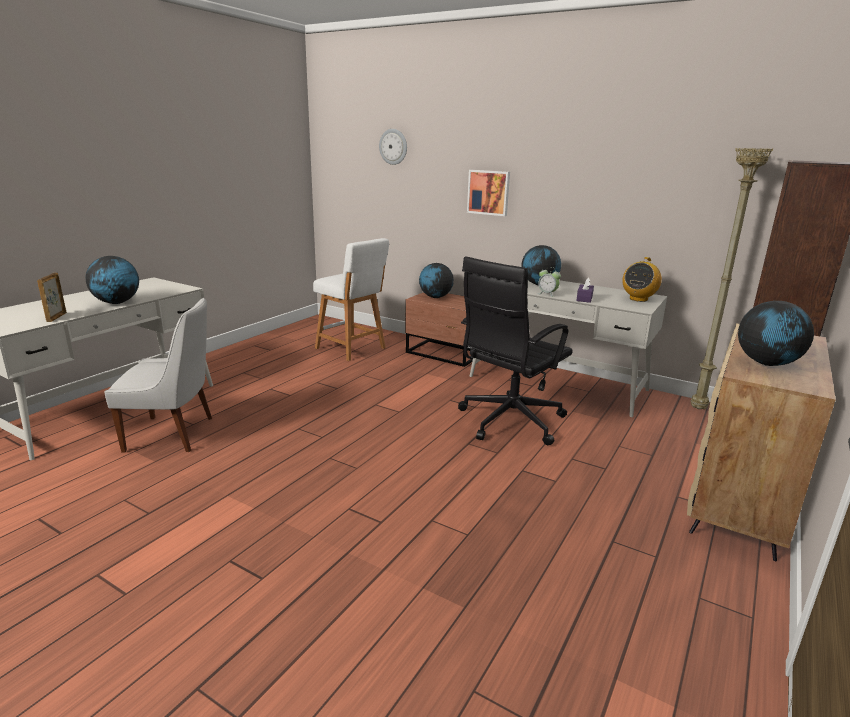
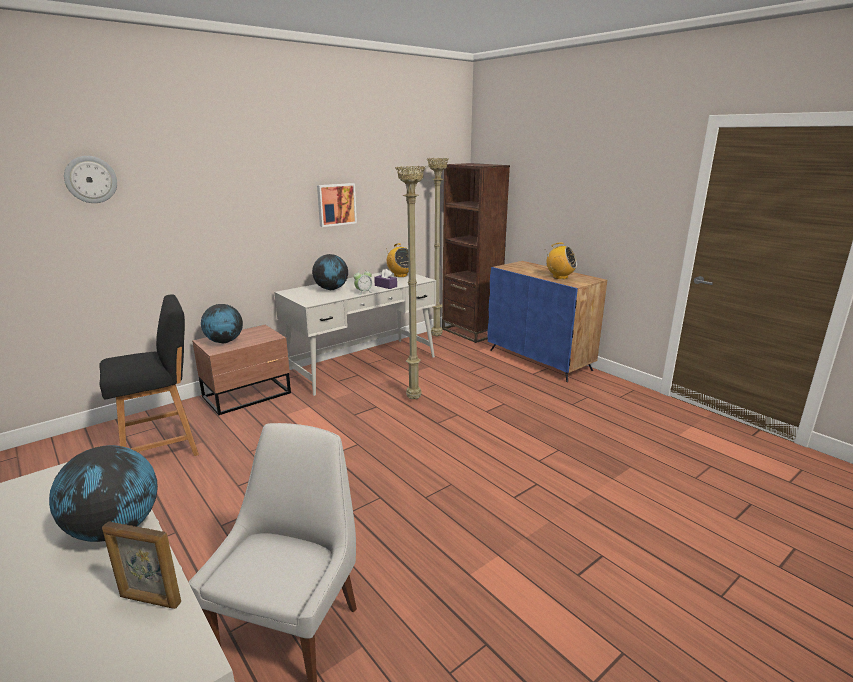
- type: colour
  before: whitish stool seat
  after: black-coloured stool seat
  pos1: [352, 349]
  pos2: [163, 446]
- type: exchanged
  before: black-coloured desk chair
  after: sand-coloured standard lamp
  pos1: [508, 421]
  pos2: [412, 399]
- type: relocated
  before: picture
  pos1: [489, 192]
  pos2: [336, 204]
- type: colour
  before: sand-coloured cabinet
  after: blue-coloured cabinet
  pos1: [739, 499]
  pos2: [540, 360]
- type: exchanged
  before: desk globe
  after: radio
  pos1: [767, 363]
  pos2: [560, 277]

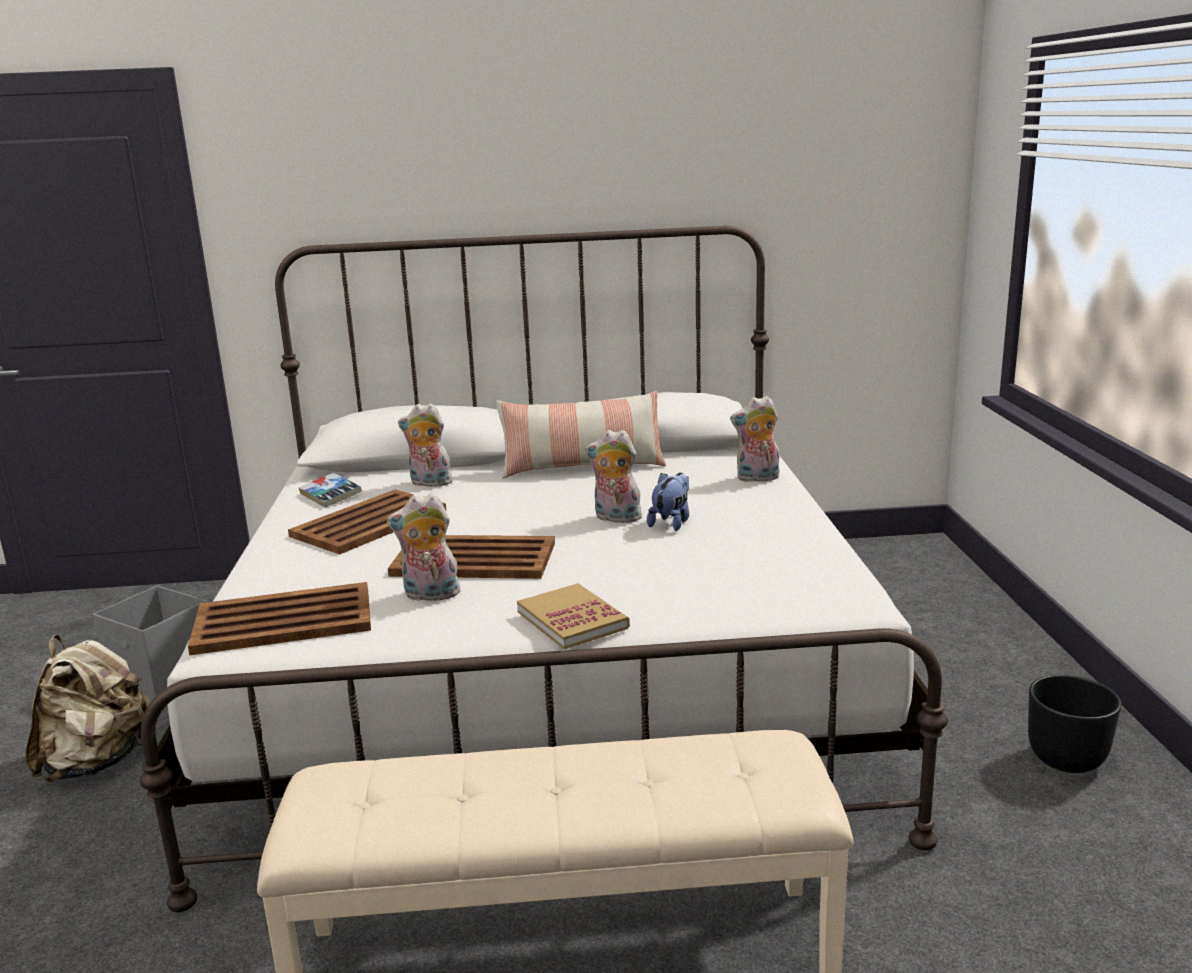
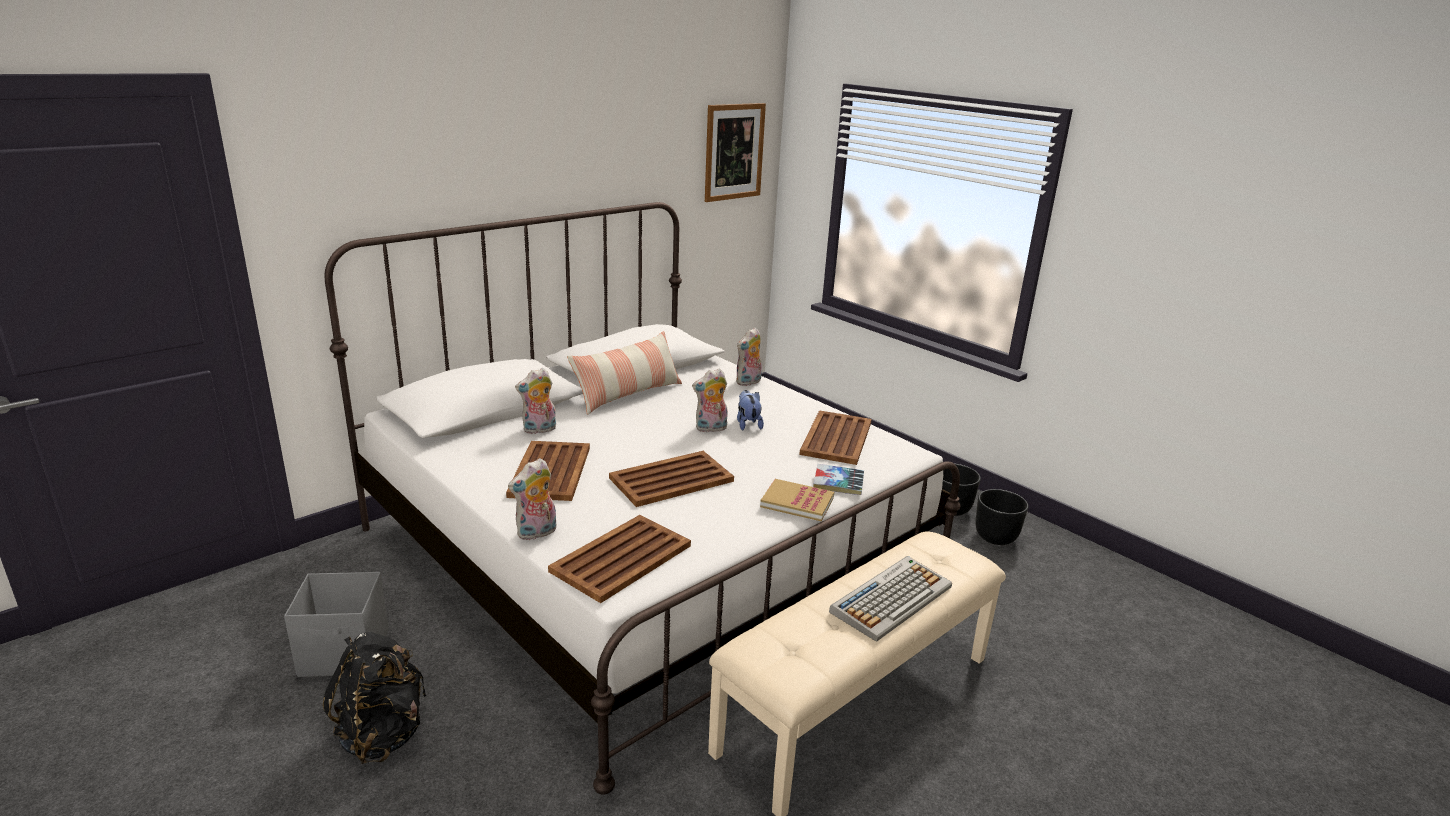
- type: colour
  before: sand-coloured backpack
  after: black-coloured backpack
  pos1: [98, 762]
  pos2: [383, 734]
- type: relocated
  before: bound book
  pos1: [330, 496]
  pos2: [838, 484]
- type: relocated
  before: cuddly toy
  pos1: [430, 596]
  pos2: [537, 533]
- type: appeared
  after: picture
  pos2: [734, 152]
- type: appeared
  after: brownish serving tray
  pos2: [836, 439]
- type: appeared
  after: keyboard
  pos2: [891, 598]
- type: appeared
  after: black-coloured flower pot
  pos2: [996, 538]

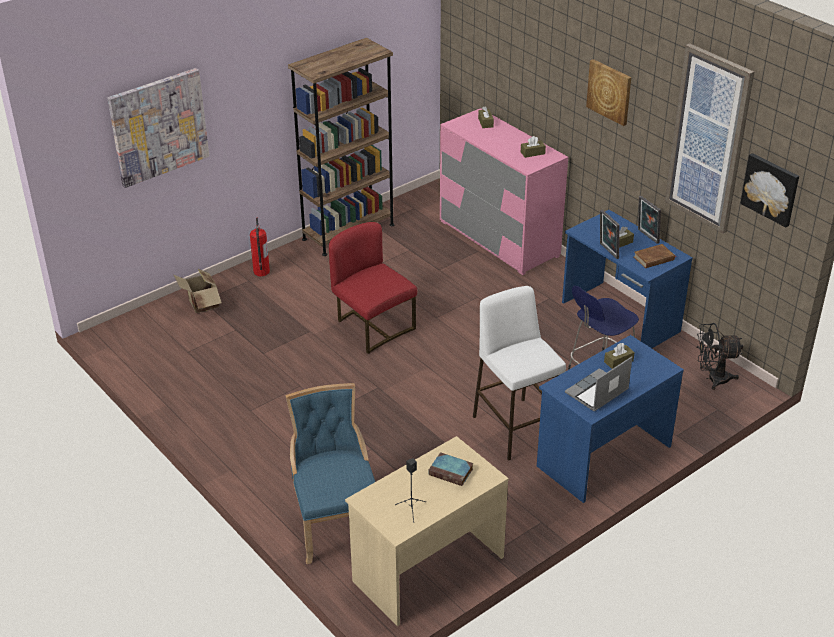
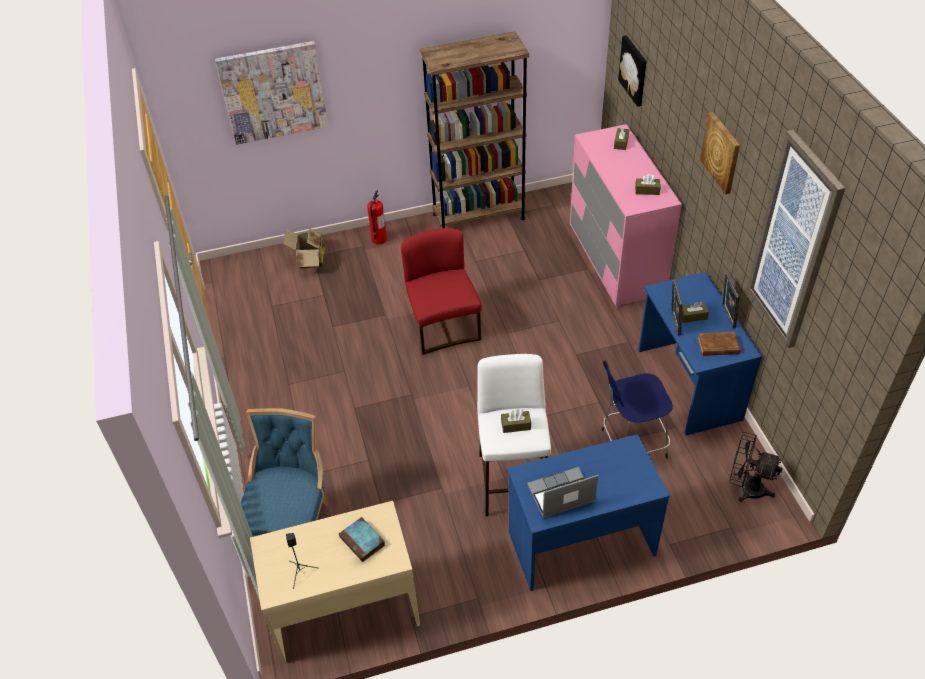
- type: relocated
  before: brownish tissue holder
  pos1: [618, 361]
  pos2: [516, 425]
- type: relocated
  before: picture
  pos1: [771, 189]
  pos2: [634, 70]

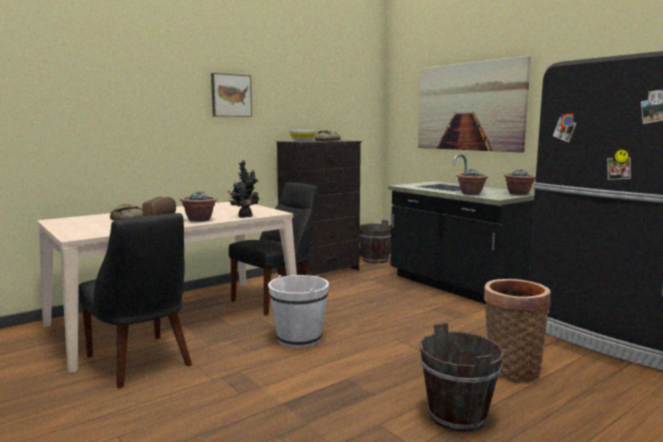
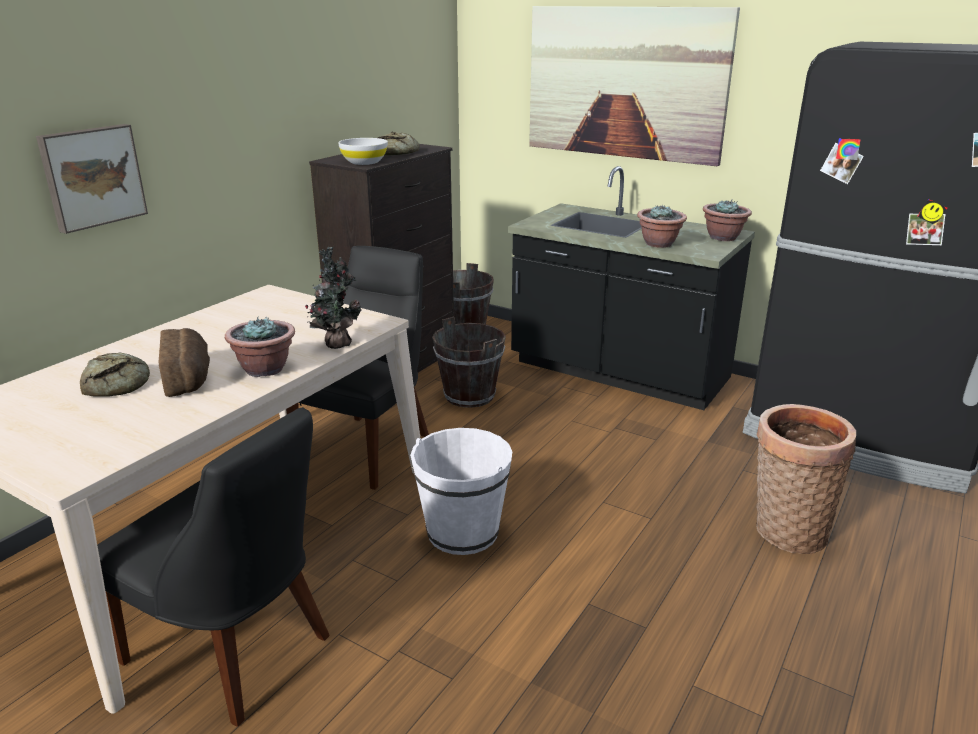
- type: relocated
  before: picture
  pos1: [230, 95]
  pos2: [92, 176]
- type: relocated
  before: brownish bucket
  pos1: [457, 416]
  pos2: [470, 395]

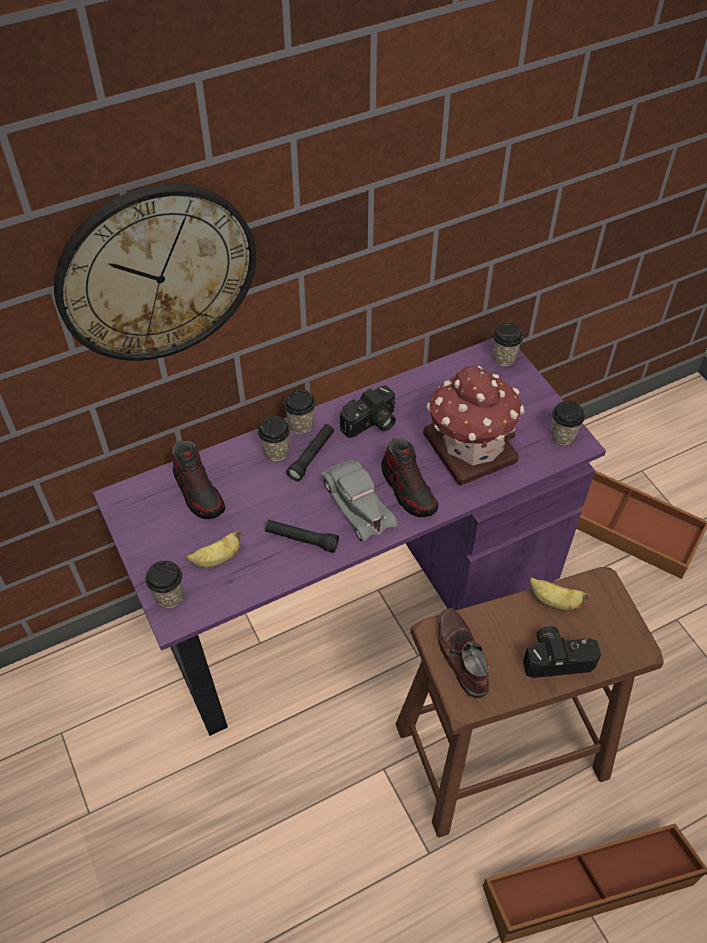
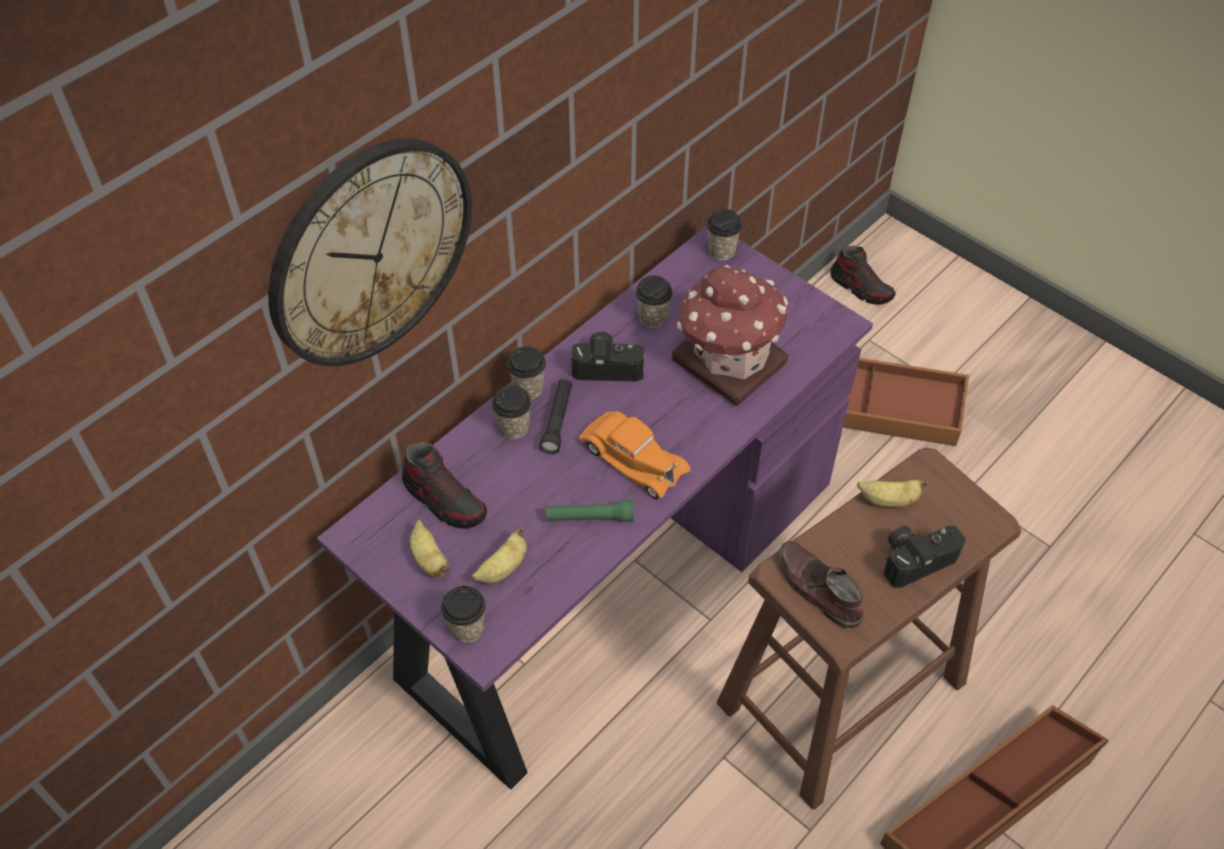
- type: colour
  before: black-coloured hand torch
  after: greenish hand torch
  pos1: [301, 539]
  pos2: [589, 517]
- type: colour
  before: greyish model car
  after: orangey model car
  pos1: [357, 503]
  pos2: [633, 458]
- type: spun
  before: photo camera
  pos1: [371, 424]
  pos2: [608, 365]
  turn: -120
- type: relocated
  before: item of footwear
  pos1: [408, 489]
  pos2: [861, 287]
- type: relocated
  before: small cup
  pos1: [562, 436]
  pos2: [653, 318]
- type: appeared
  after: banana
  pos2: [429, 559]

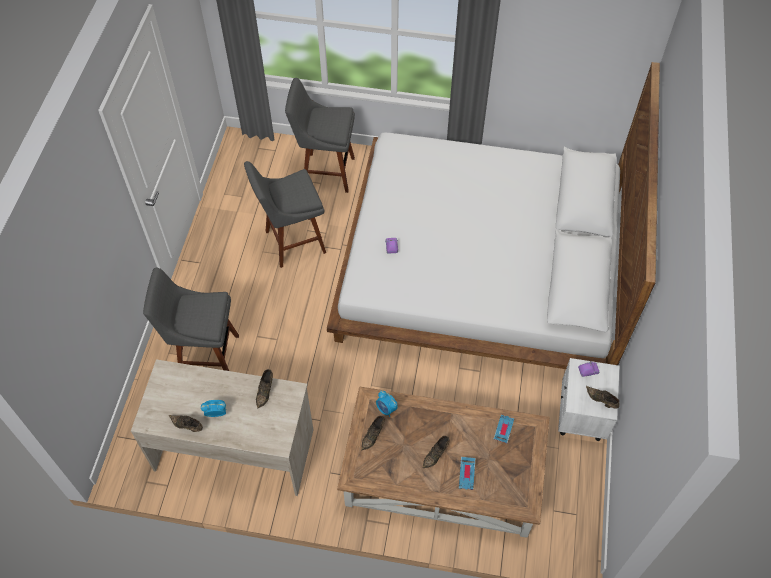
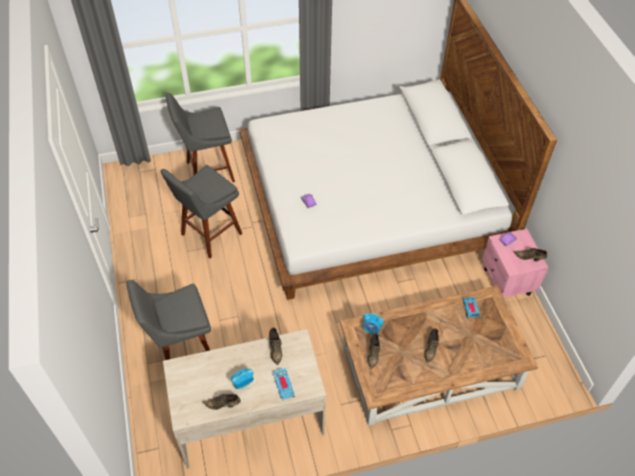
- type: relocated
  before: model car
  pos1: [466, 474]
  pos2: [283, 385]
- type: colour
  before: whitish bedside table
  after: pinkish bedside table
  pos1: [581, 415]
  pos2: [507, 282]

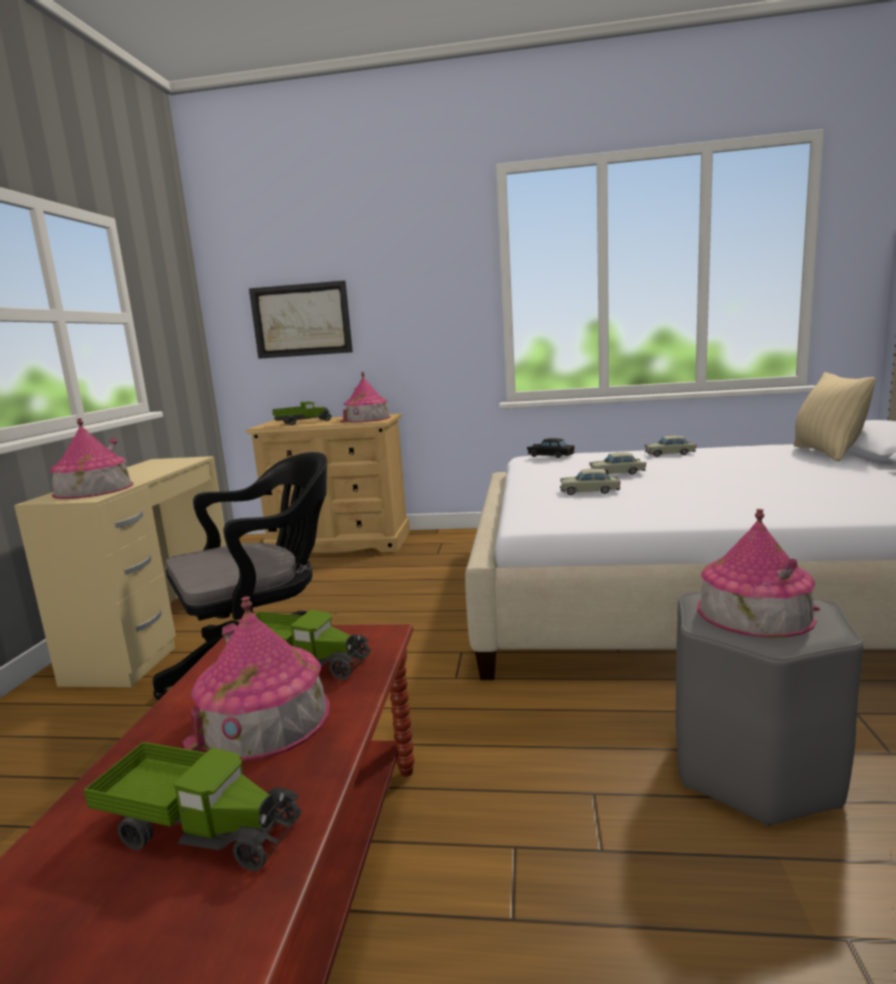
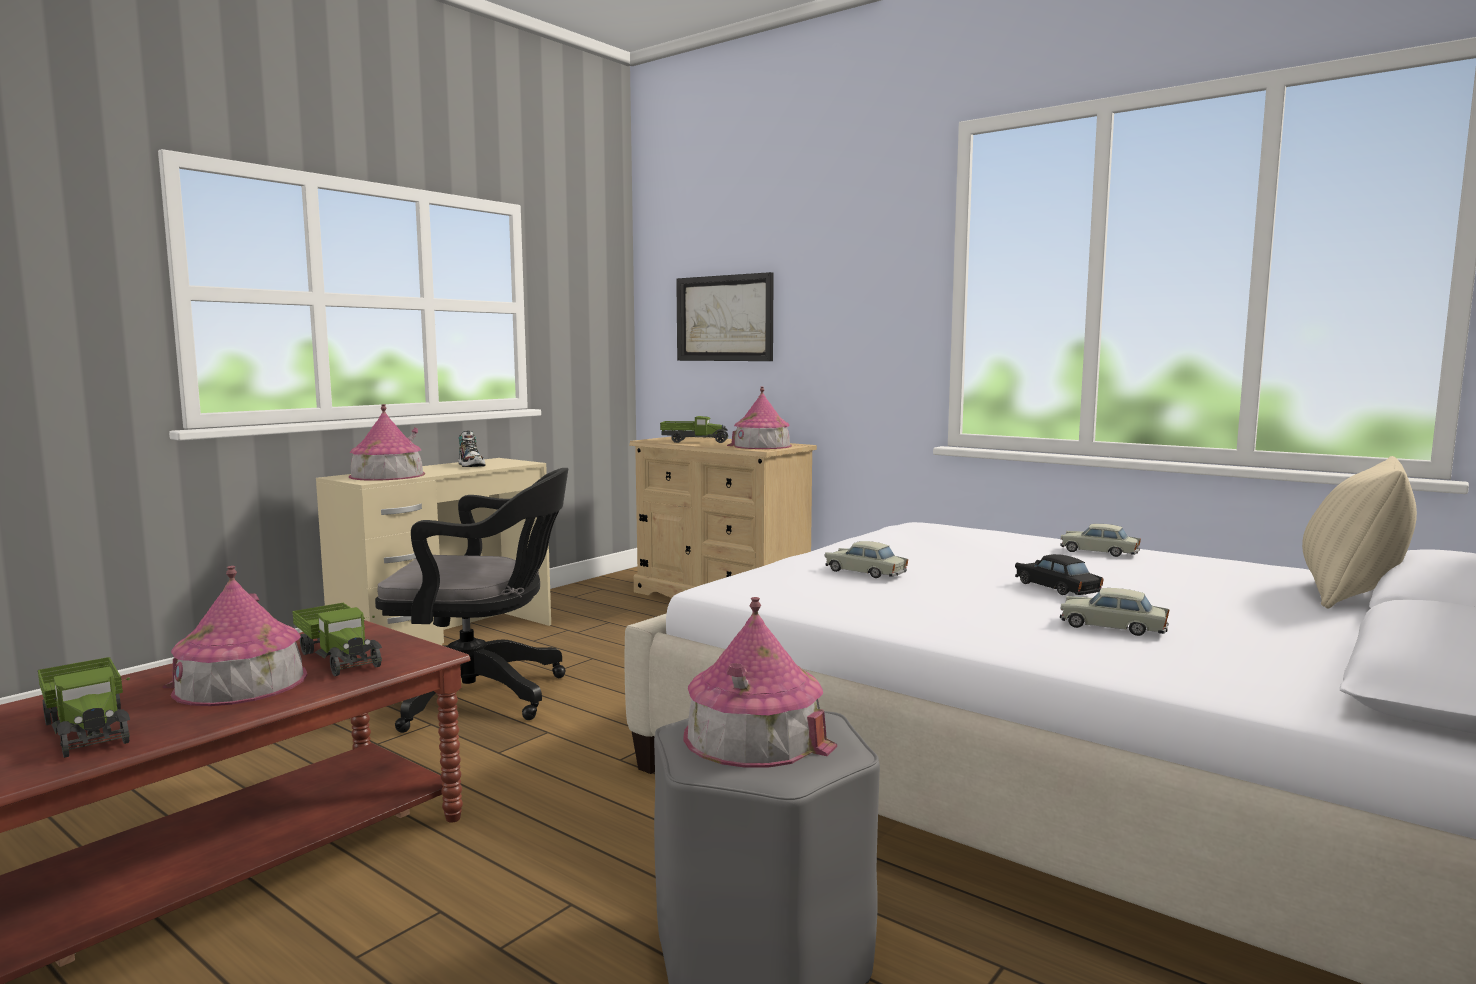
- type: relocated
  before: black-coloured model car
  pos1: [550, 456]
  pos2: [1057, 588]
- type: relocated
  before: sand-coloured model car
  pos1: [617, 473]
  pos2: [1112, 627]
- type: appeared
  after: item of footwear
  pos2: [471, 465]

